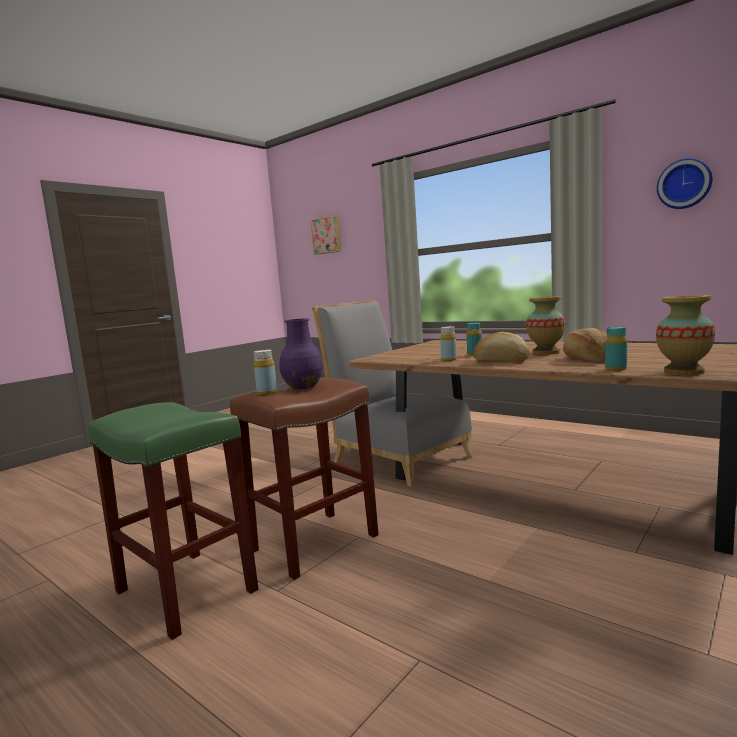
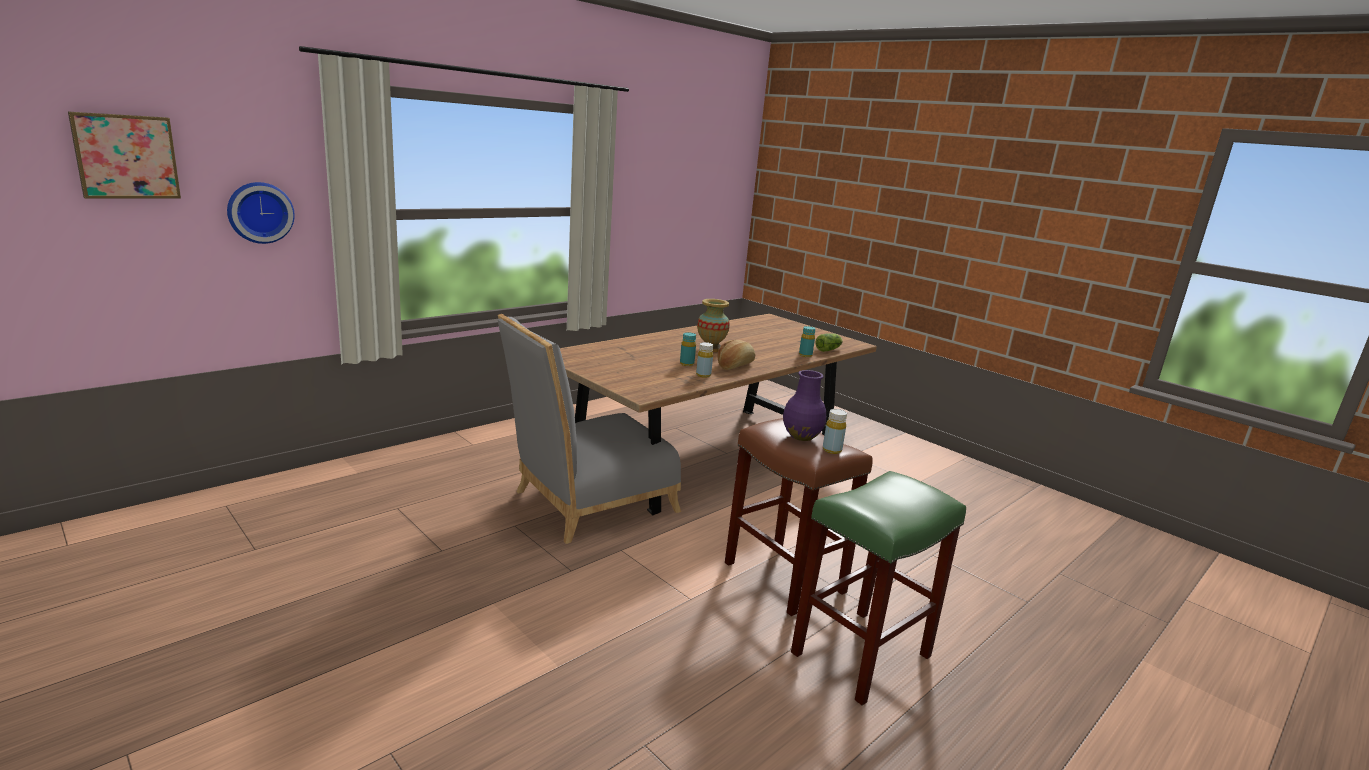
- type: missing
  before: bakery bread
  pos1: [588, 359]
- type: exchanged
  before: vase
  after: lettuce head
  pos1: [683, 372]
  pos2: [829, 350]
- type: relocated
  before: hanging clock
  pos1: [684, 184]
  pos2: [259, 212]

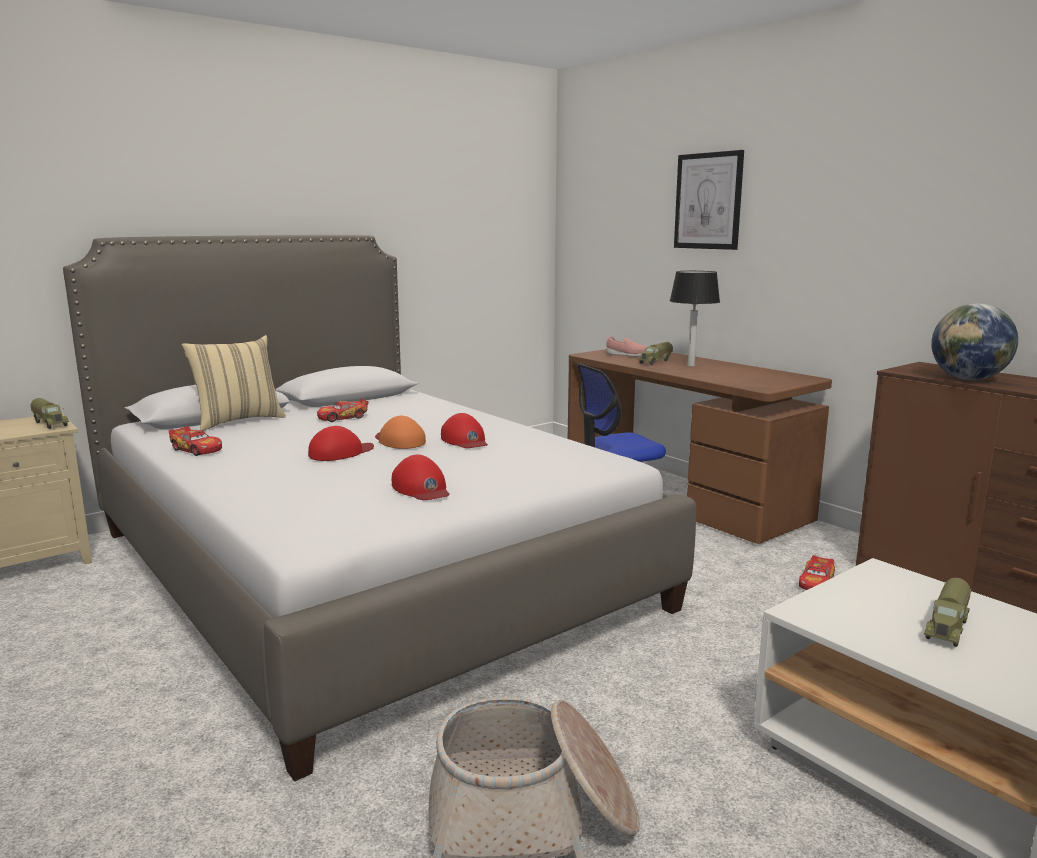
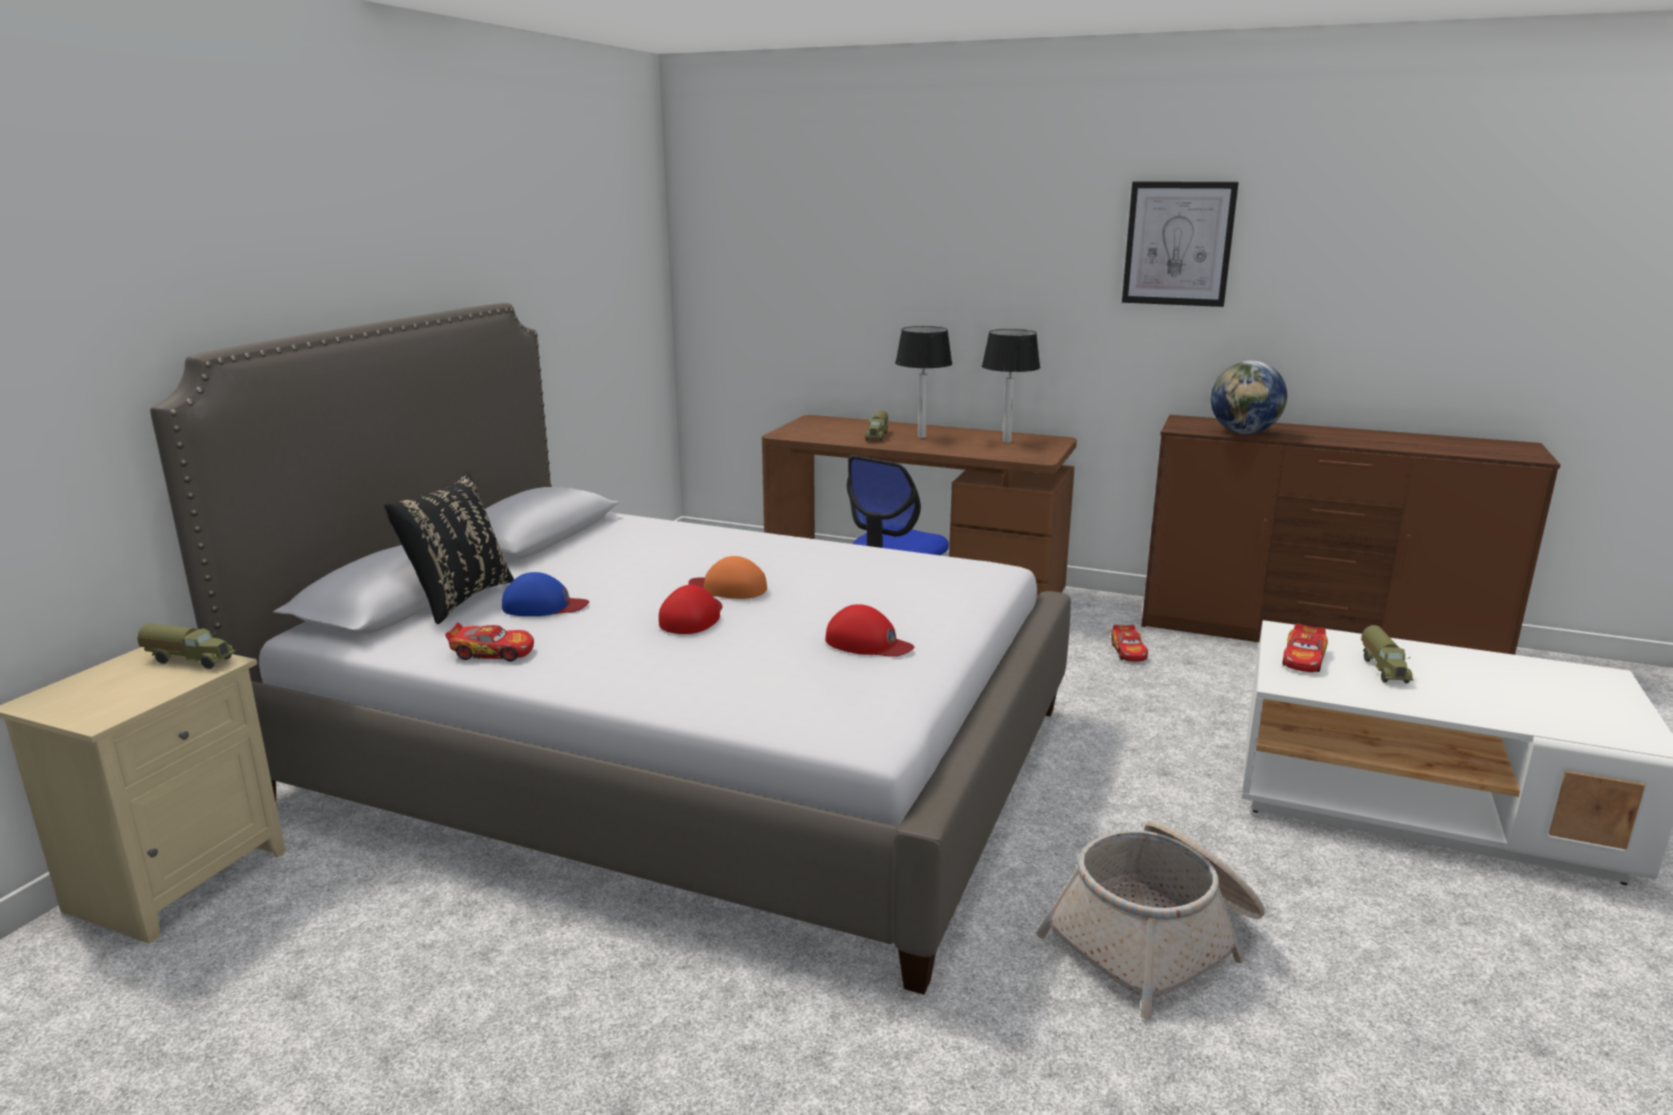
- type: colour
  before: sand-coloured cushion
  after: black-coloured cushion
  pos1: [238, 421]
  pos2: [457, 599]
- type: relocated
  before: model car
  pos1: [342, 417]
  pos2: [1303, 659]
- type: missing
  before: reddish peaked cap
  pos1: [465, 440]
- type: missing
  before: pinkish item of footwear
  pos1: [626, 355]
- type: relocated
  before: picture
  pos1: [708, 201]
  pos2: [1178, 244]
- type: appeared
  after: blue-coloured peaked cap
  pos2: [544, 606]
- type: appeared
  after: lamp for a table
  pos2: [1006, 441]

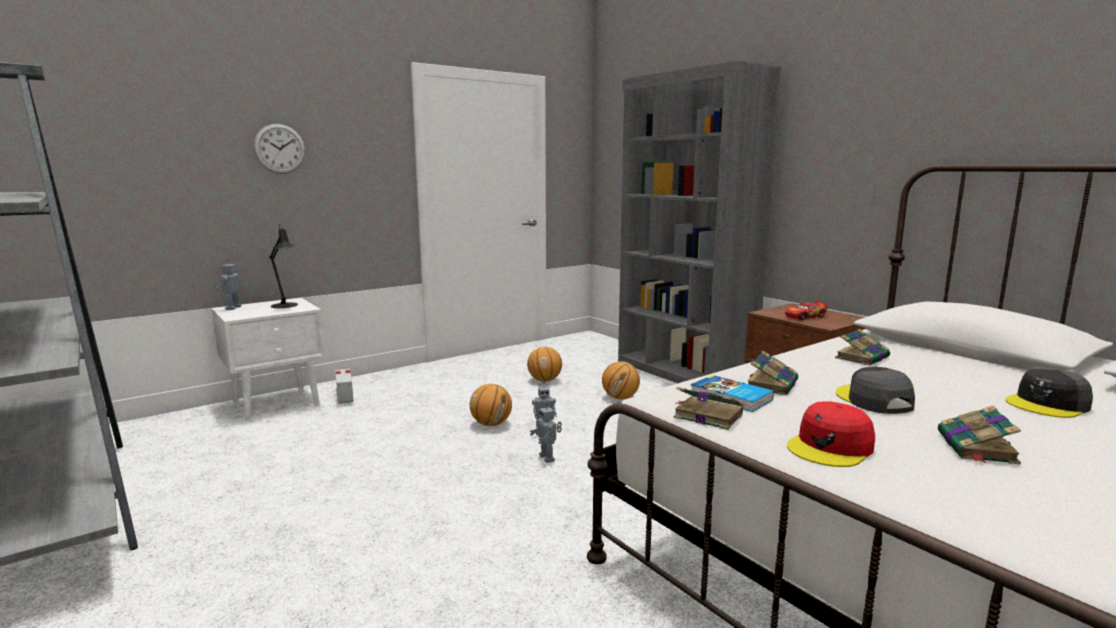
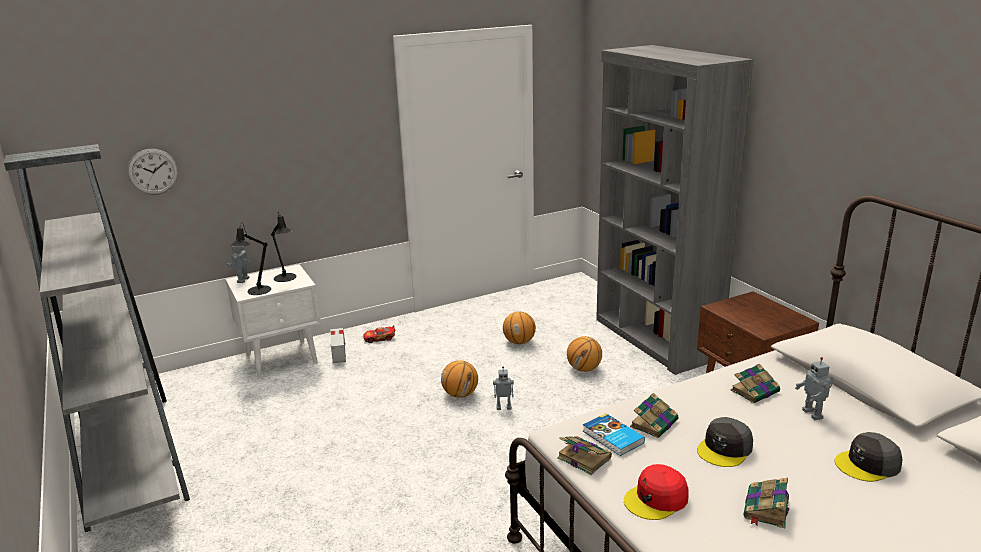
- type: relocated
  before: hanging clock
  pos1: [279, 149]
  pos2: [153, 171]
- type: relocated
  before: model robot
  pos1: [548, 458]
  pos2: [813, 414]
- type: relocated
  before: model car
  pos1: [805, 316]
  pos2: [379, 338]
- type: spun
  before: greyish peaked cap
  pos1: [873, 400]
  pos2: [725, 449]
  turn: -135
- type: appeared
  after: black-coloured lamp for a table
  pos2: [256, 291]

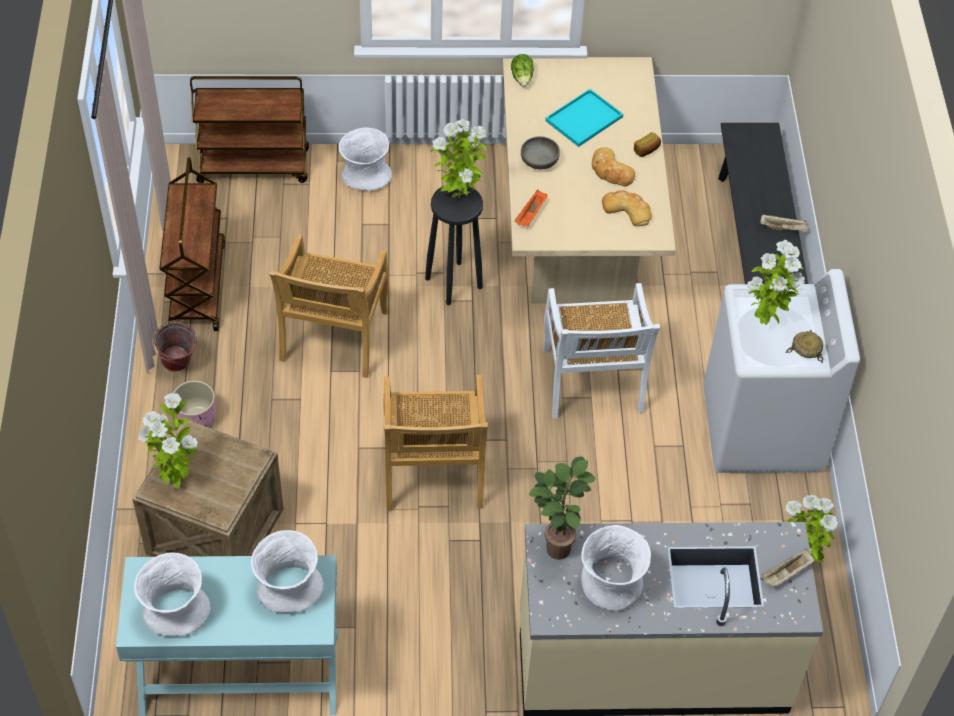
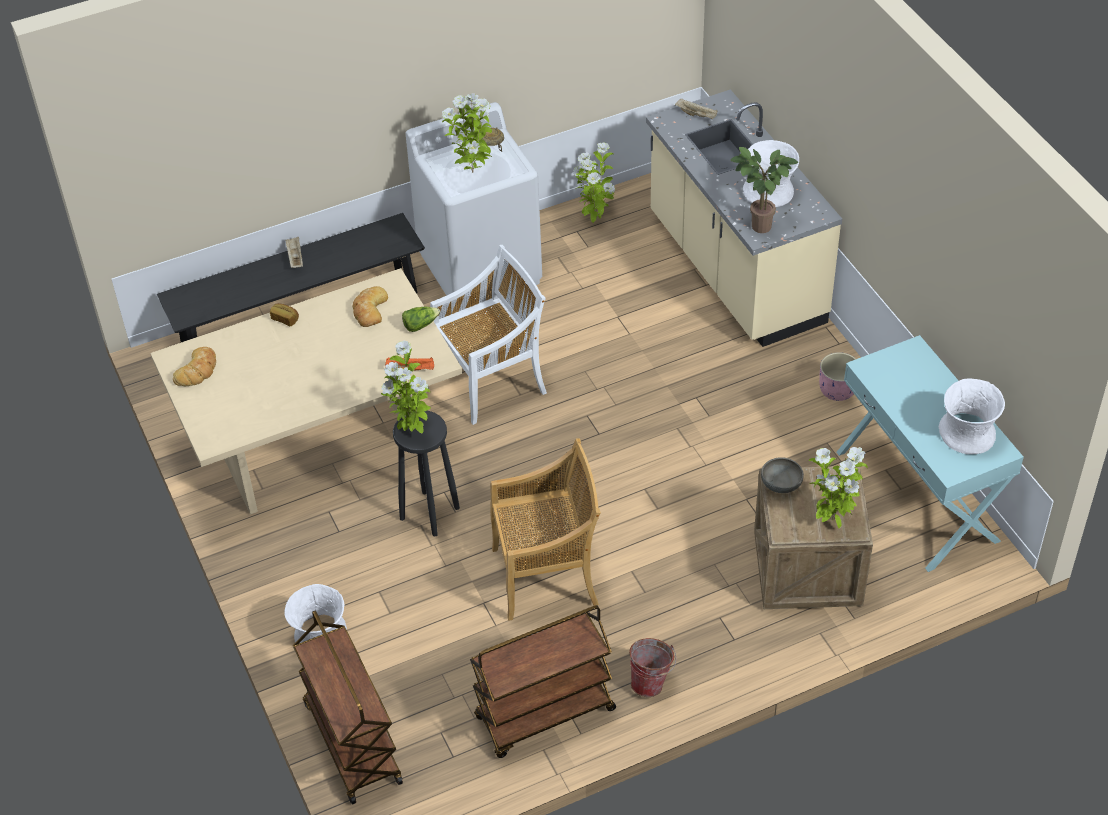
- type: relocated
  before: pinkish flower pot
  pos1: [196, 420]
  pos2: [838, 390]
- type: missing
  before: whitish vase
  pos1: [288, 588]
- type: missing
  before: sand-coloured upright chair
  pos1: [433, 473]
- type: relocated
  before: lettuce head
  pos1: [522, 78]
  pos2: [420, 325]
- type: relocated
  before: greyish deep dish
  pos1: [539, 161]
  pos2: [781, 483]
- type: missing
  before: turquoise serving tray
  pos1: [584, 118]
- type: relocated
  before: bakery bread
  pos1: [611, 171]
  pos2: [198, 370]

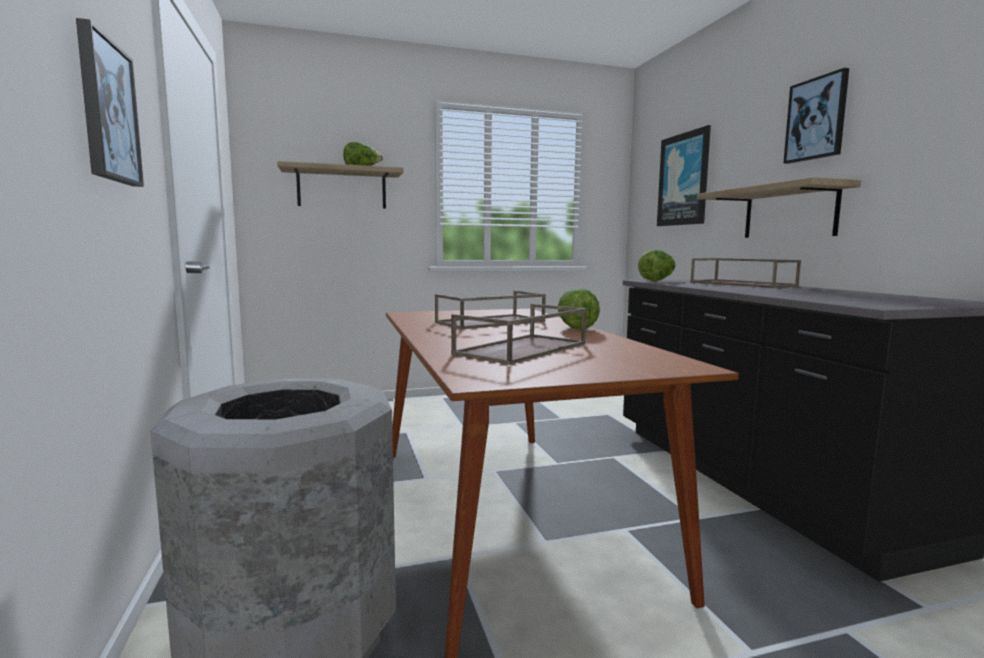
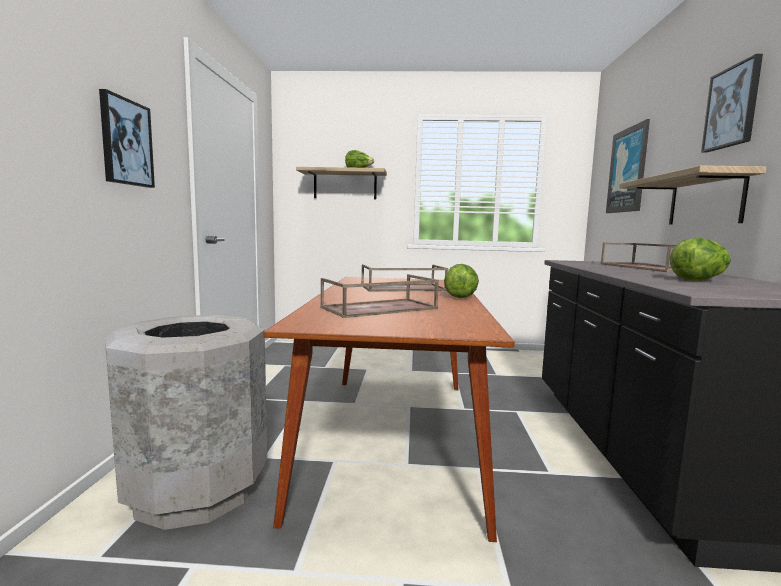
- type: relocated
  before: lettuce head
  pos1: [657, 280]
  pos2: [698, 280]

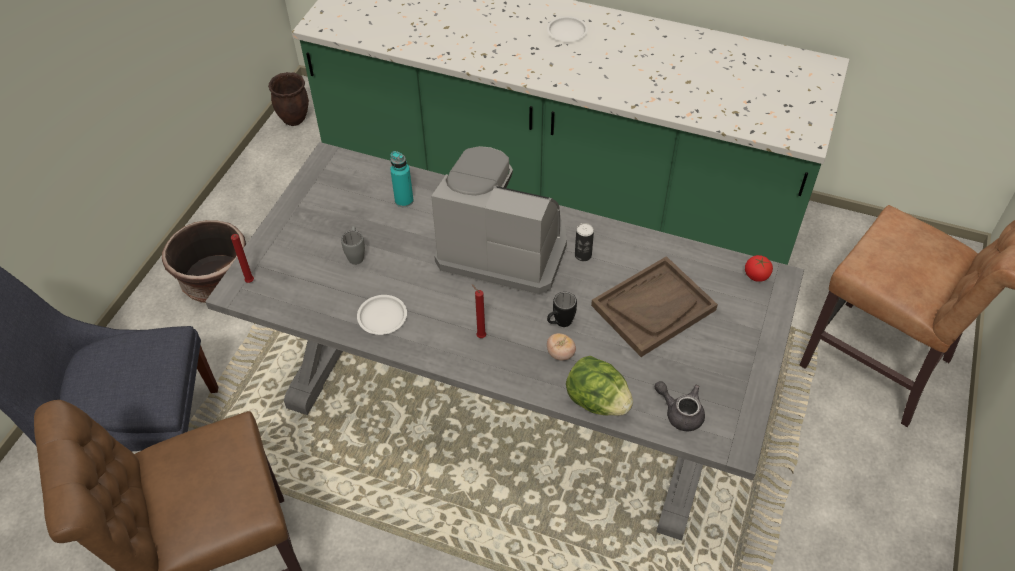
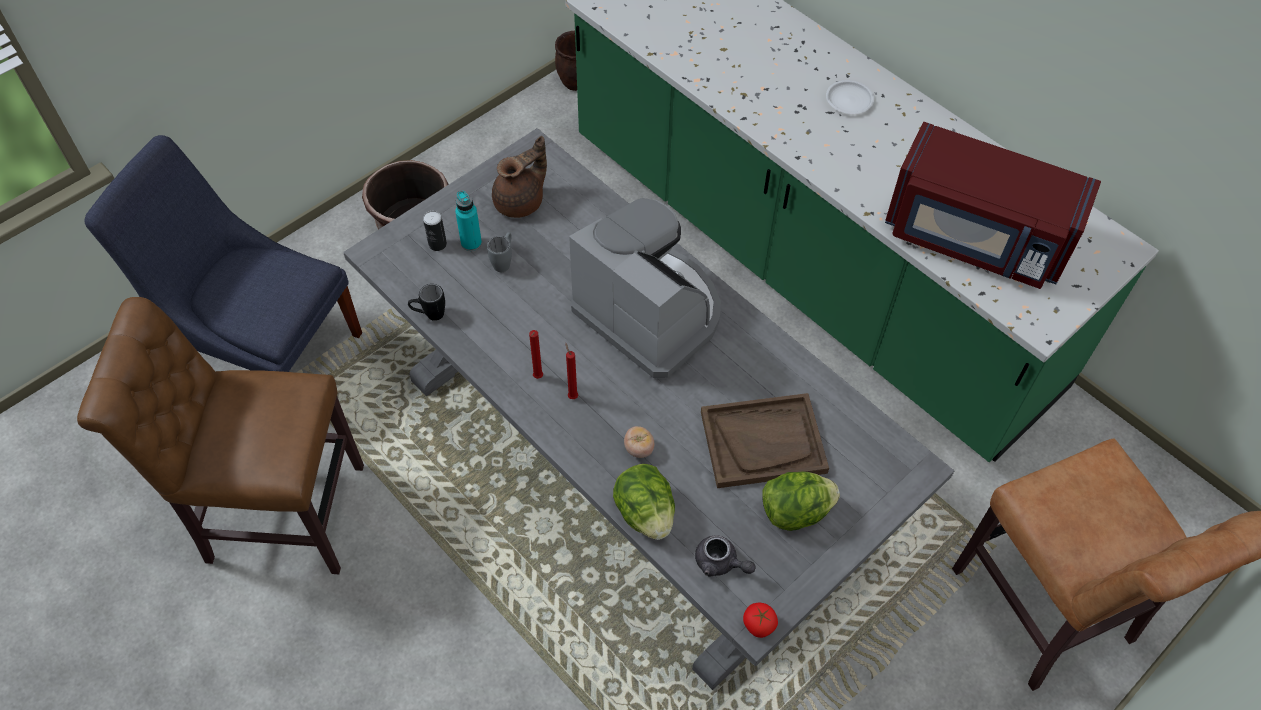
- type: relocated
  before: reddish wax candle
  pos1: [250, 282]
  pos2: [537, 378]
- type: missing
  before: whitish plate
  pos1: [382, 317]
- type: relocated
  before: turquoise beverage bottle
  pos1: [404, 200]
  pos2: [471, 243]
- type: relocated
  before: black-coloured coffee mug
  pos1: [559, 324]
  pos2: [429, 315]
- type: relocated
  before: sealed can
  pos1: [583, 255]
  pos2: [437, 244]
- type: spun
  before: greyish pot for tea
  pos1: [680, 412]
  pos2: [720, 563]
  turn: 150
- type: relocated
  before: fresh tomato
  pos1: [756, 275]
  pos2: [758, 624]
- type: appeared
  after: brownish pot for tea
  pos2: [521, 202]
- type: appeared
  after: lettuce head
  pos2: [795, 511]
- type: appeared
  after: reddish microwave
  pos2: [975, 239]

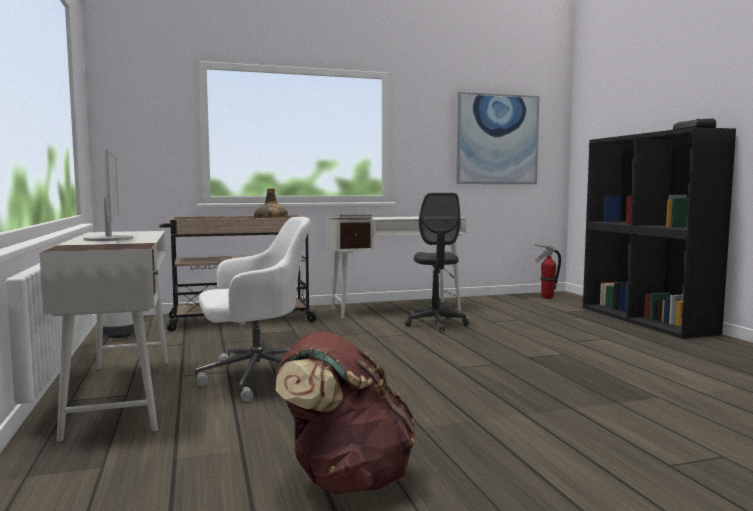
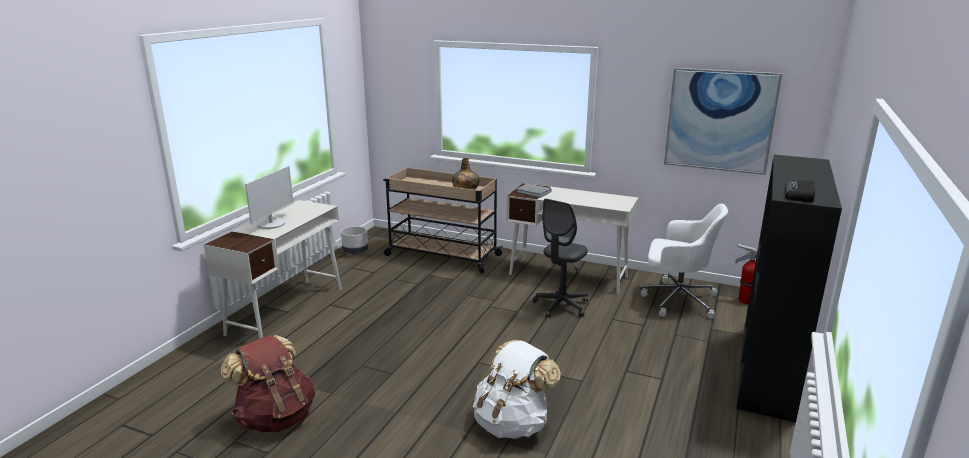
- type: relocated
  before: whitish desk chair
  pos1: [255, 378]
  pos2: [677, 300]
- type: appeared
  after: whitish backpack
  pos2: [512, 423]

